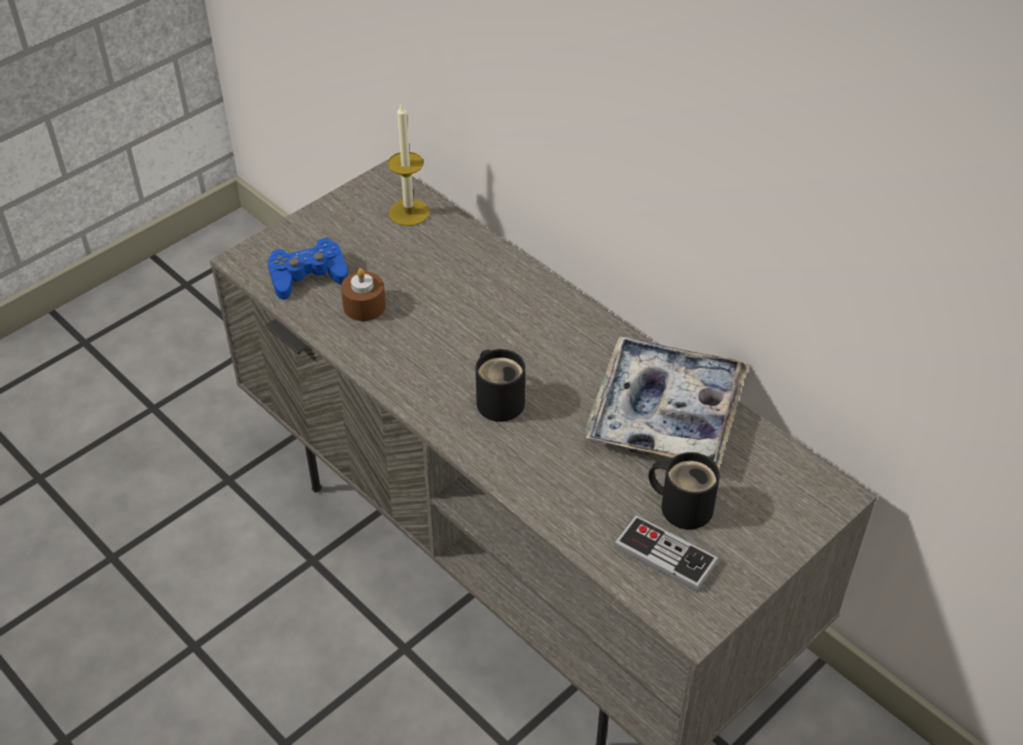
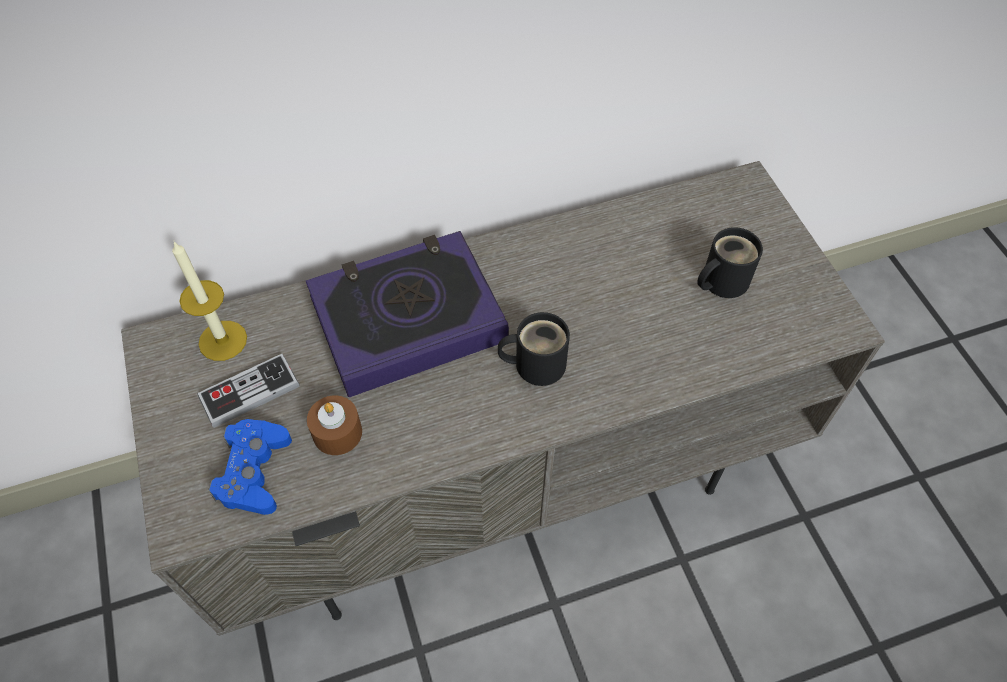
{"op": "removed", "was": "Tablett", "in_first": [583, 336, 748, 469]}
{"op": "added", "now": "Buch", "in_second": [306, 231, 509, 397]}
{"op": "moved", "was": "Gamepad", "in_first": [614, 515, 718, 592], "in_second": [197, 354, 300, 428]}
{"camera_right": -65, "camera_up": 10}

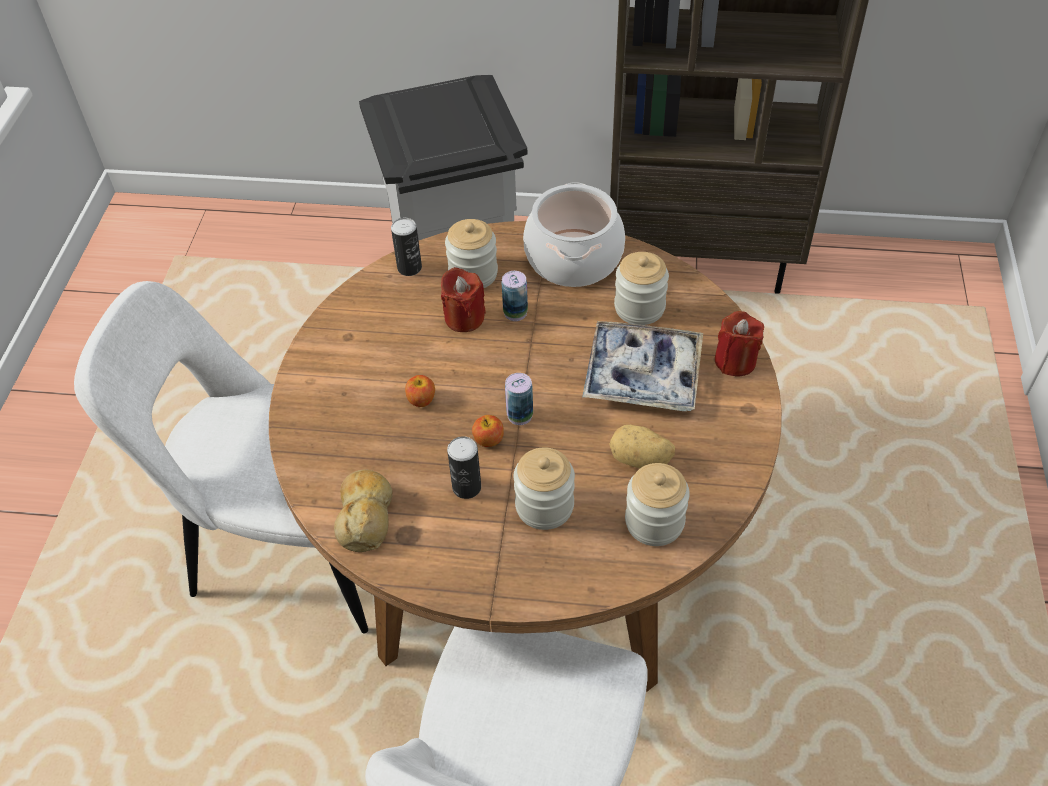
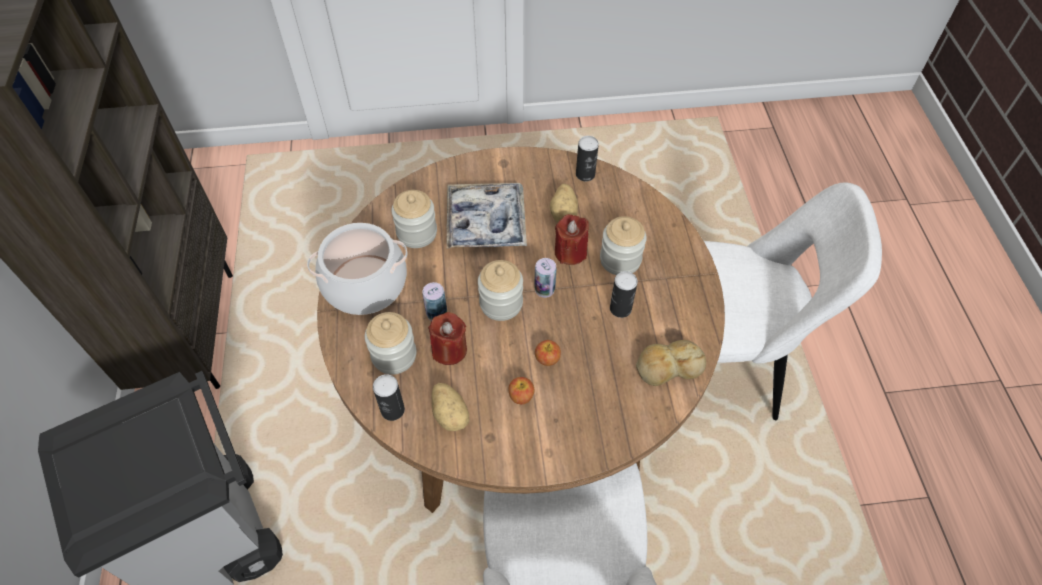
{"op": "added", "now": "Kartoffel", "in_second": [432, 383, 469, 431]}
{"op": "added", "now": "Dose", "in_second": [576, 136, 599, 181]}
{"op": "moved", "was": "Apfel", "in_first": [472, 415, 504, 447], "in_second": [508, 377, 534, 404]}
{"op": "moved", "was": "Vorratsglas", "in_first": [625, 463, 690, 546], "in_second": [478, 260, 523, 321]}
{"op": "moved", "was": "Kerze [rot]", "in_first": [715, 311, 764, 377], "in_second": [555, 214, 589, 265]}
{"camera_right": -105, "camera_up": 5}

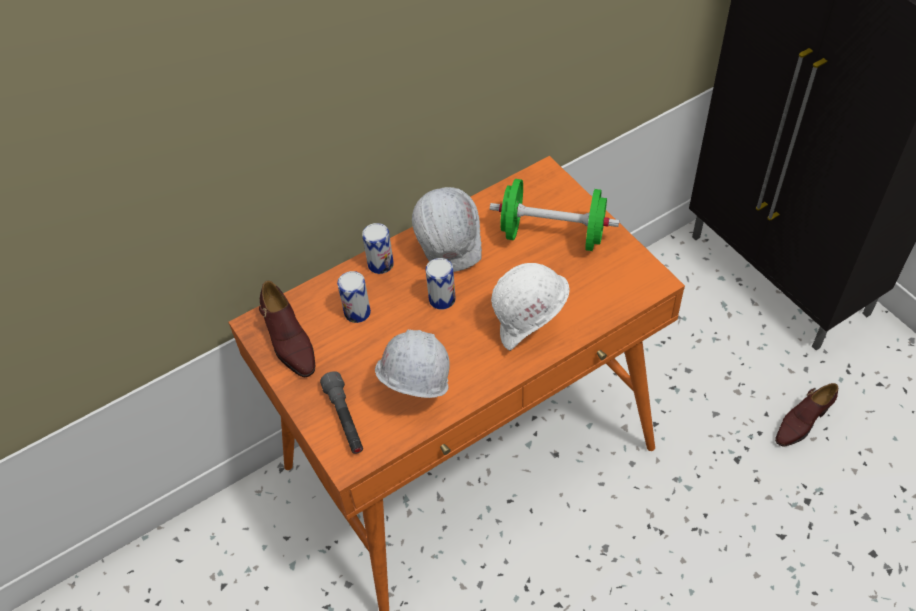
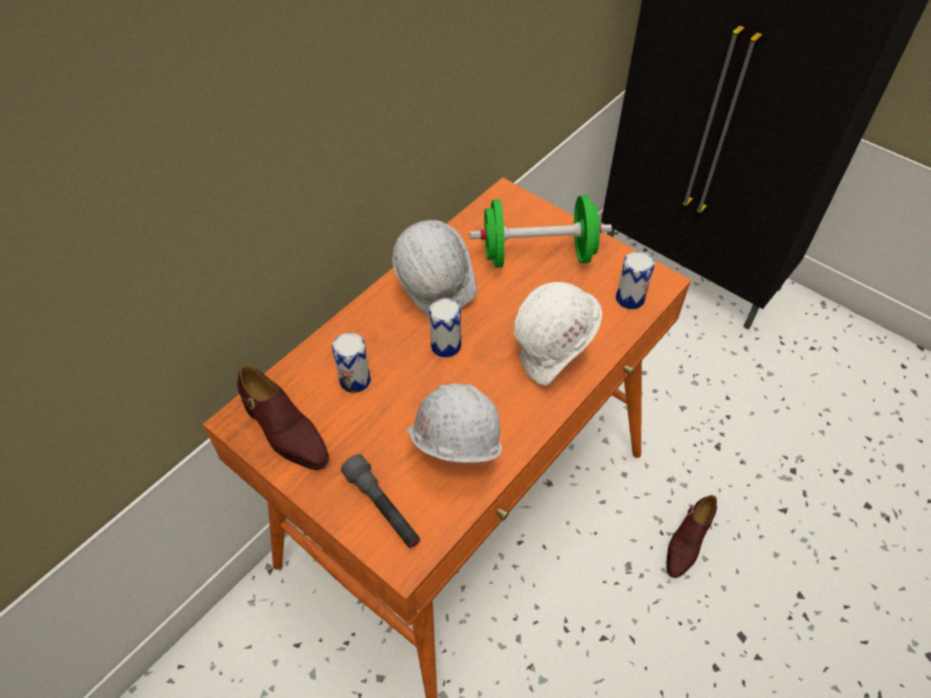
{"op": "moved", "was": "Dose", "in_first": [362, 223, 394, 274], "in_second": [616, 251, 655, 309]}
{"op": "moved", "was": "Schuh [braun]", "in_first": [775, 383, 838, 446], "in_second": [666, 495, 717, 578]}
{"camera_right": -20, "camera_up": 0}

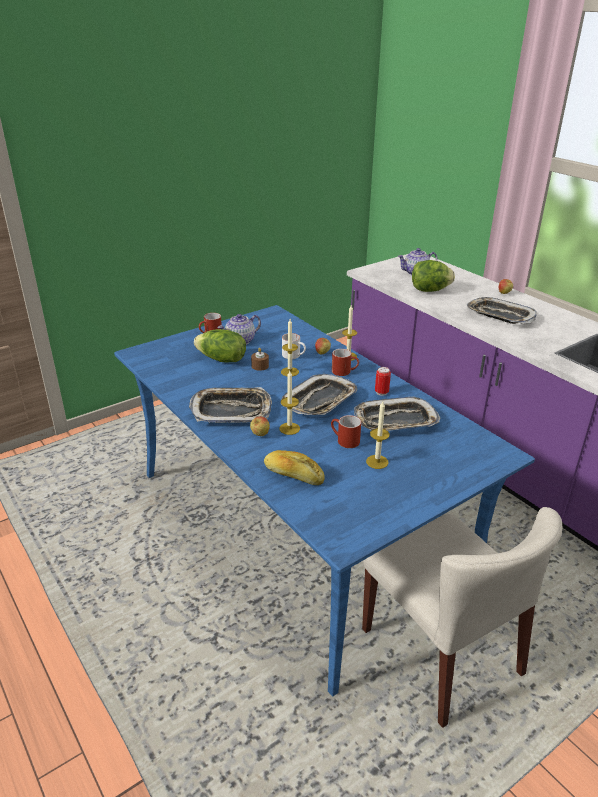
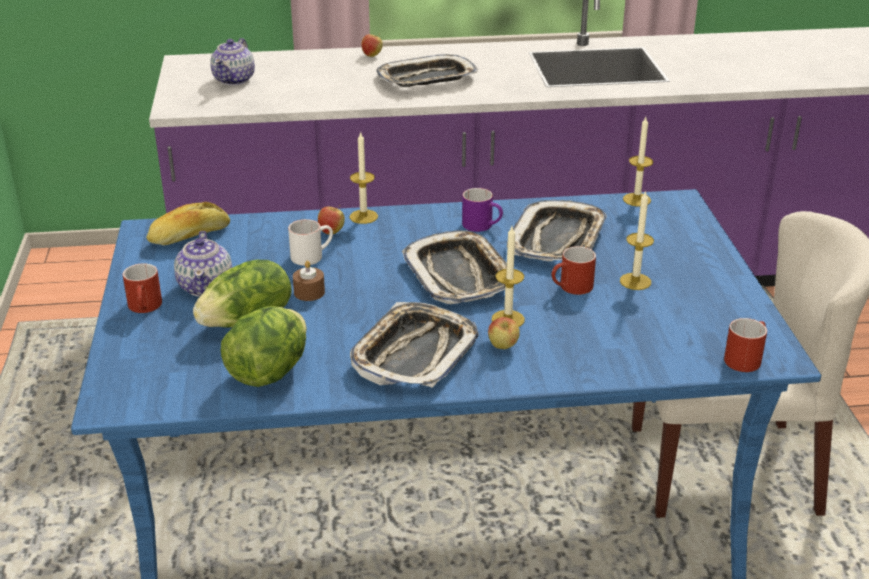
{"op": "moved", "was": "Brot", "in_first": [264, 450, 325, 485], "in_second": [146, 202, 230, 245]}
{"op": "moved", "was": "Kerze", "in_first": [281, 319, 299, 376], "in_second": [623, 117, 653, 206]}
{"op": "moved", "was": "Henkelbecher [rot]", "in_first": [332, 349, 359, 376], "in_second": [724, 318, 767, 372]}
{"op": "moved", "was": "Salatkopf", "in_first": [412, 260, 455, 292], "in_second": [221, 306, 307, 387]}
{"op": "replaced", "was": "Dose", "now": "Henkelbecher [lila]", "in_first": [375, 367, 391, 396], "in_second": [462, 188, 503, 232]}
{"camera_right": -60, "camera_up": 0}

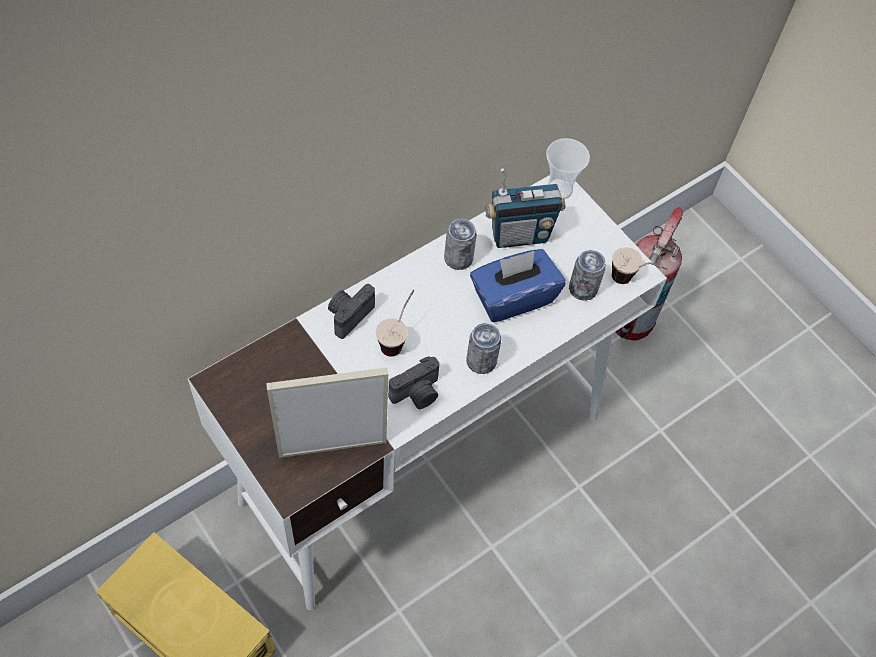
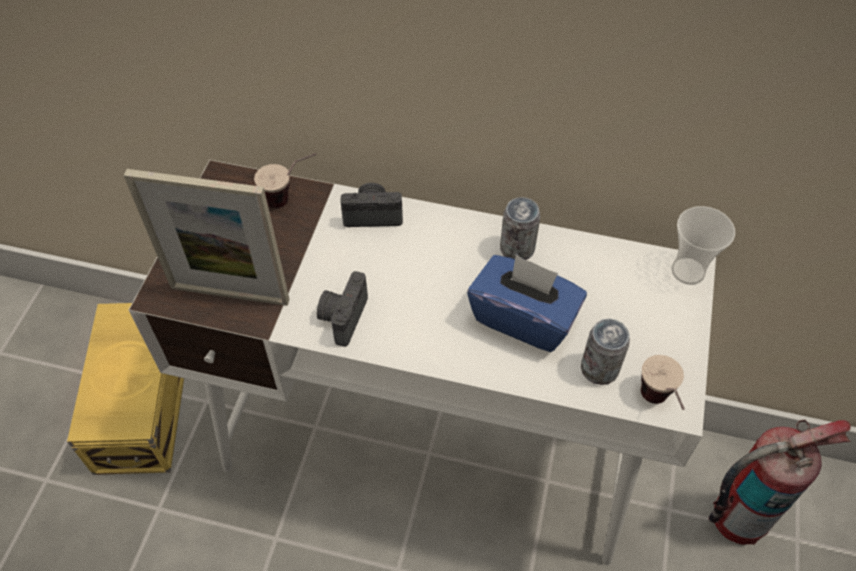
{"op": "removed", "was": "Dose", "in_first": [466, 323, 501, 374]}
{"op": "removed", "was": "Radio", "in_first": [485, 168, 565, 248]}
{"op": "moved", "was": "Tasse", "in_first": [376, 290, 415, 357], "in_second": [254, 153, 317, 208]}
{"op": "turned", "was": "Bilderrahmen", "in_first": [266, 368, 388, 458], "in_second": [123, 169, 290, 306], "clockwise": 150}
{"op": "turned", "was": "Kamera", "in_first": [388, 356, 440, 409], "in_second": [317, 271, 368, 347], "clockwise": 90}
{"camera_right": 55, "camera_up": -5}

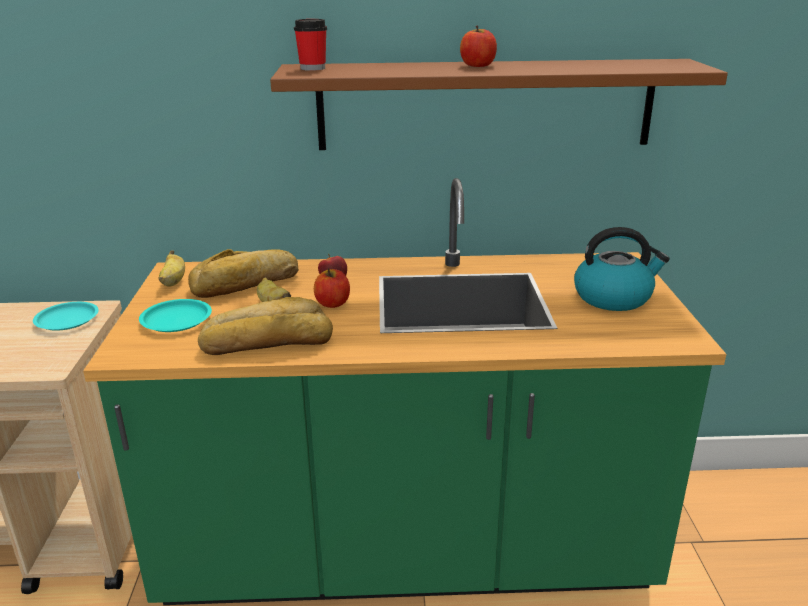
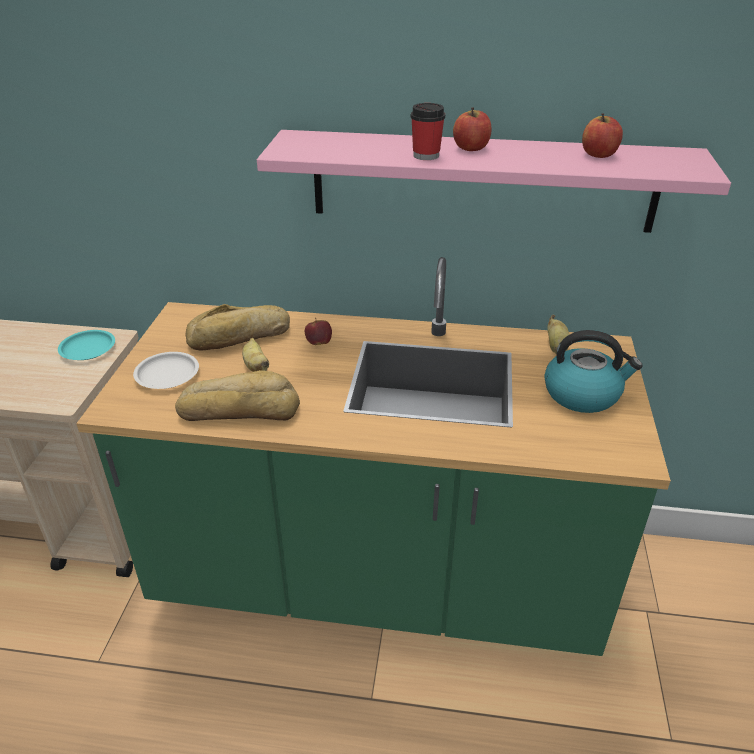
{"op": "moved", "was": "Banane", "in_first": [159, 250, 185, 287], "in_second": [547, 315, 570, 354]}
{"op": "moved", "was": "Tasse", "in_first": [294, 19, 327, 71], "in_second": [411, 103, 445, 160]}
{"op": "moved", "was": "Apfel", "in_first": [314, 268, 350, 308], "in_second": [582, 113, 623, 158]}
{"op": "recoloured", "was": "Teller [türkis]", "now": "Teller [weiß]", "in_first": [139, 299, 212, 332], "in_second": [133, 352, 199, 389]}
{"op": "recoloured", "was": "Wandregal [braun]", "now": "Wandregal [rosa]", "in_first": [270, 59, 728, 150], "in_second": [257, 130, 731, 233]}
{"camera_right": 10, "camera_up": 10}

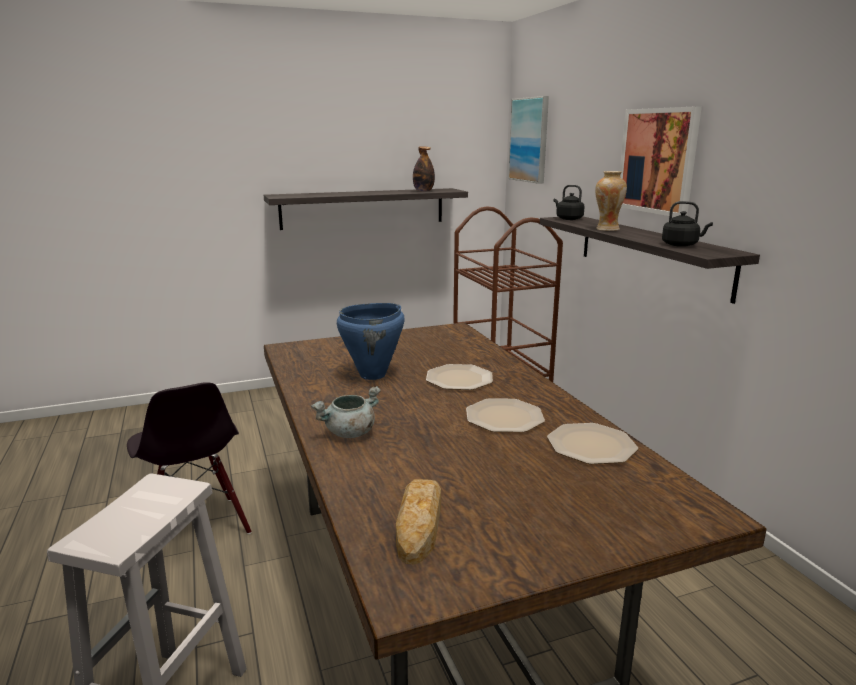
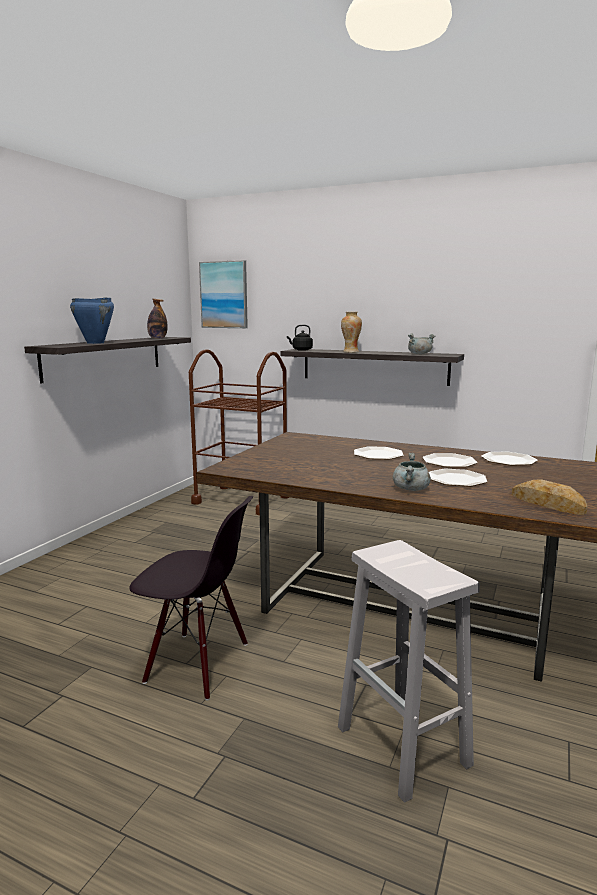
{"op": "removed", "was": "Bild", "in_first": [620, 106, 702, 217]}
{"op": "added", "now": "Teller", "in_second": [429, 469, 487, 487]}
{"op": "moved", "was": "Kochtopf [blau]", "in_first": [337, 303, 404, 380], "in_second": [70, 297, 114, 344]}
{"op": "replaced", "was": "Wasserkessel [schwarz]", "now": "Kochtopf [grau]", "in_first": [662, 201, 713, 247], "in_second": [408, 334, 435, 354]}
{"camera_right": -45, "camera_up": -5}

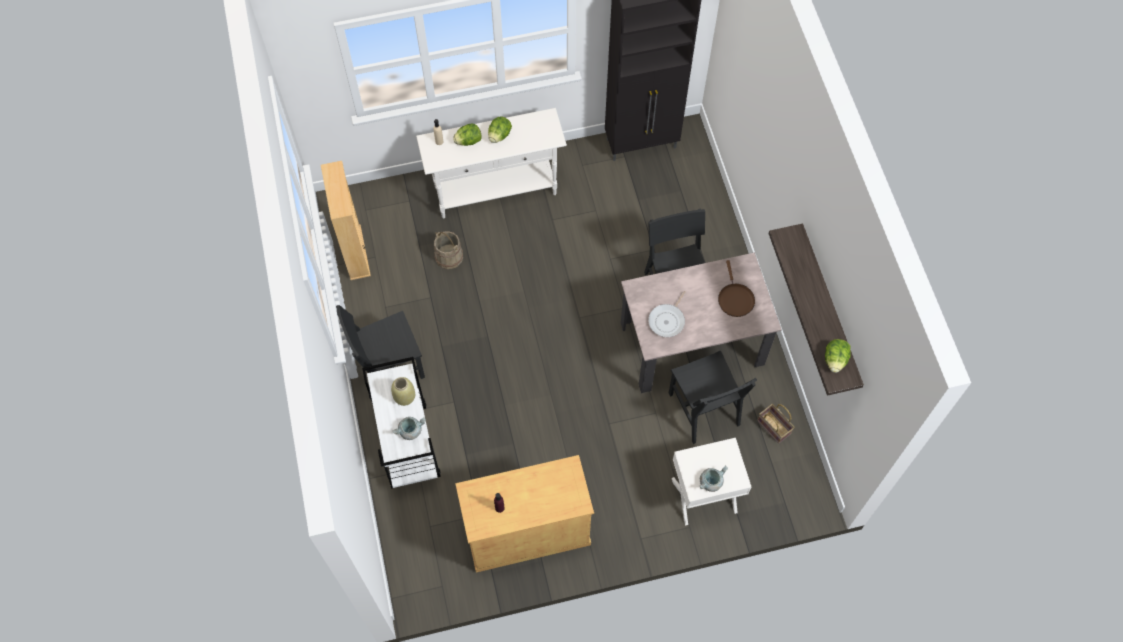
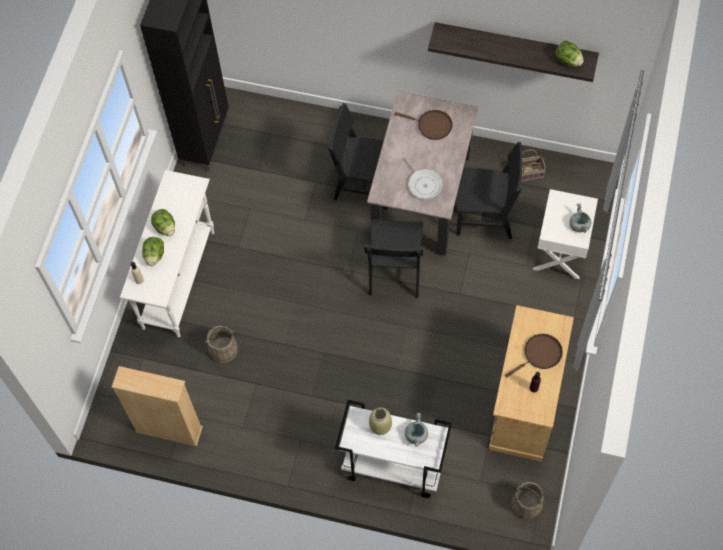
{"op": "added", "now": "Pfanne [braun]", "in_second": [505, 334, 563, 378]}
{"op": "added", "now": "Eimer [beige]", "in_second": [511, 482, 545, 520]}
{"op": "moved", "was": "Stuhl [schwarz]", "in_first": [336, 305, 425, 399], "in_second": [364, 219, 423, 298]}
{"camera_right": -60, "camera_up": 0}

